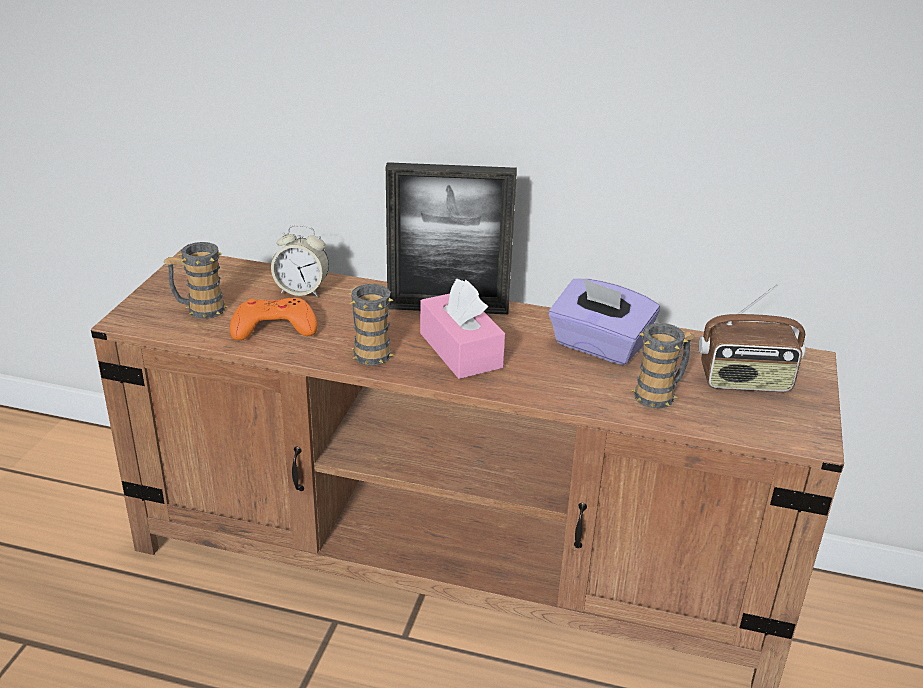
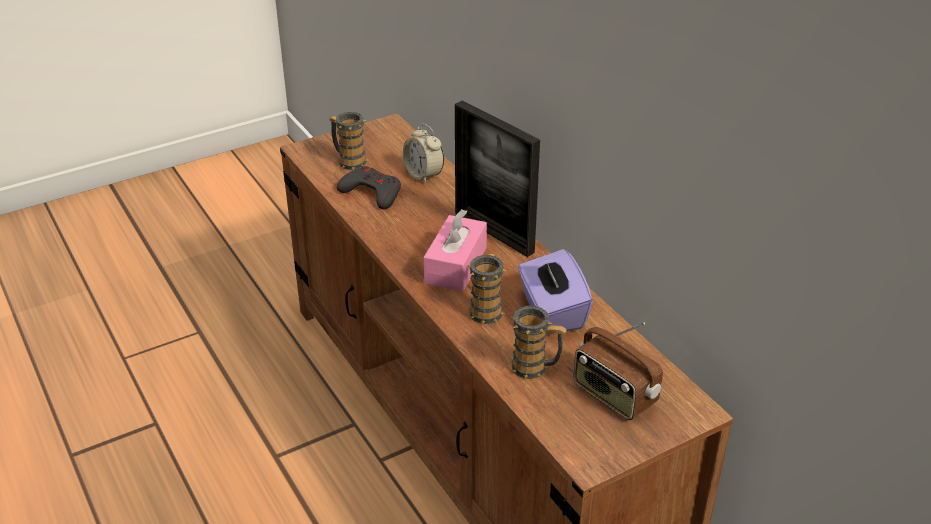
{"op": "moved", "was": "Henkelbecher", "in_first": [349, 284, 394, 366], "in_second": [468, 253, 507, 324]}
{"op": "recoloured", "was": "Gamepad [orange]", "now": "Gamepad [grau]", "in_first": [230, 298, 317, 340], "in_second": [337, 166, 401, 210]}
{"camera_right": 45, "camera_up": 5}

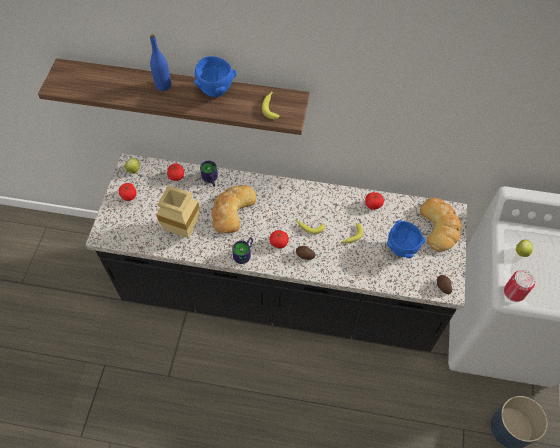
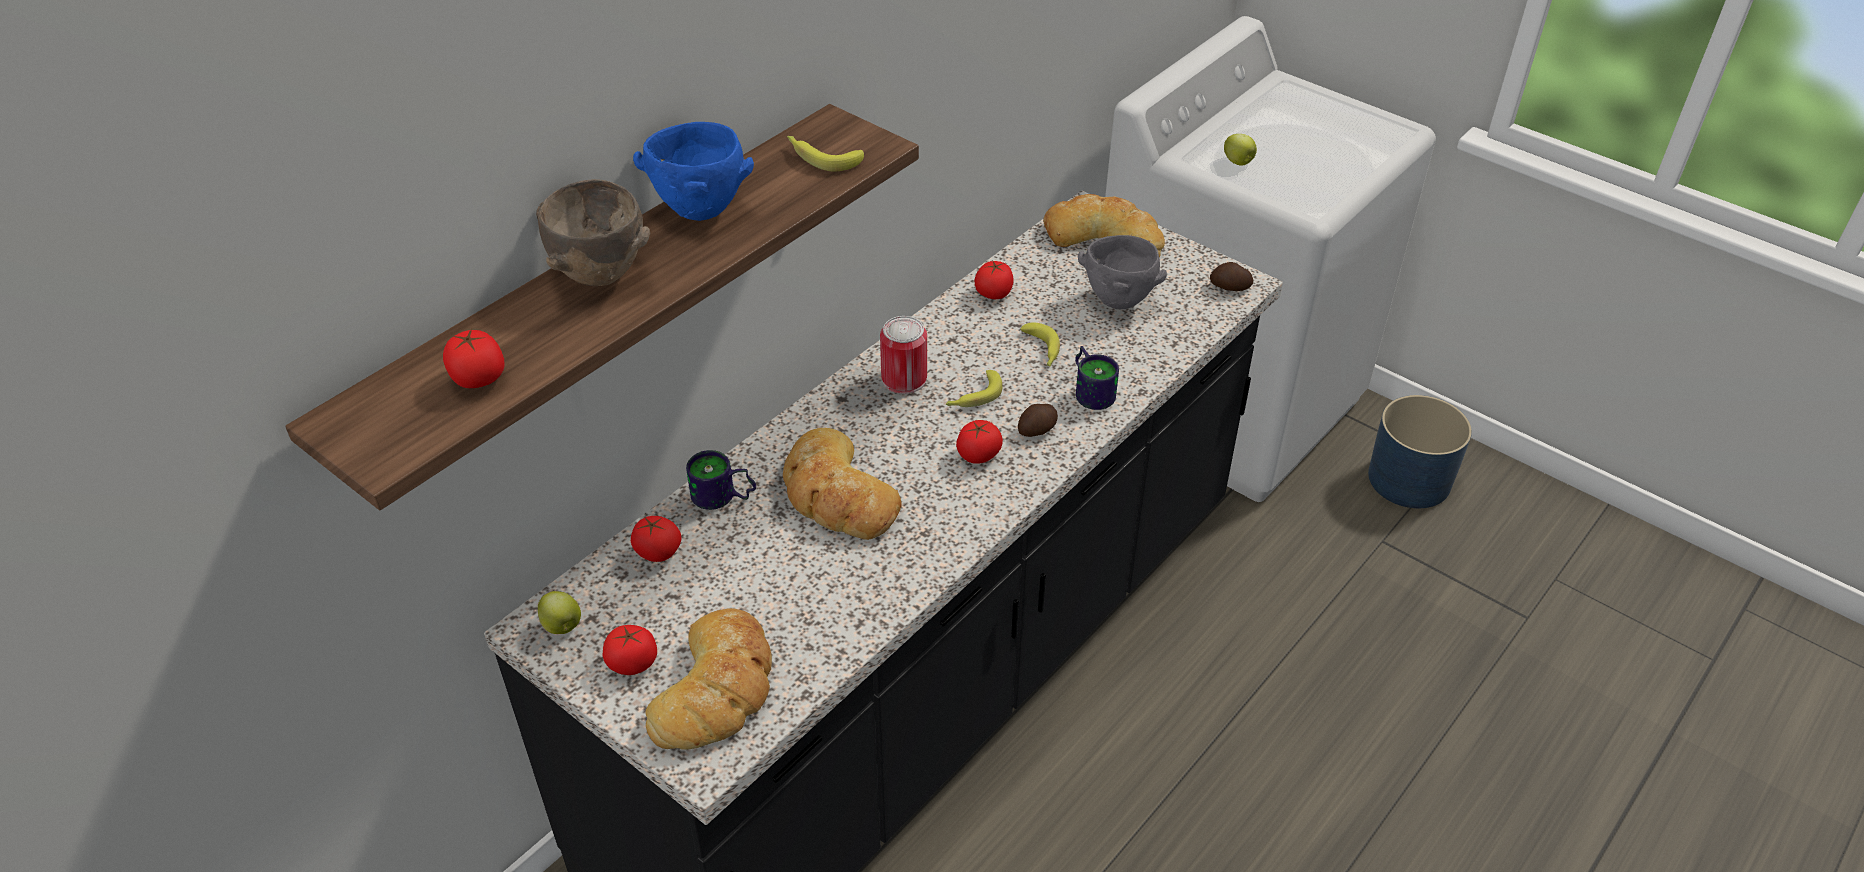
{"op": "removed", "was": "Vase [beige]", "in_first": [156, 185, 199, 238]}
{"op": "added", "now": "Tomate", "in_second": [443, 329, 504, 388]}
{"op": "added", "now": "Brot", "in_second": [645, 608, 772, 749]}
{"op": "moved", "was": "Henkelbecher", "in_first": [232, 237, 253, 264], "in_second": [1075, 346, 1119, 410]}
{"op": "moved", "was": "Dose", "in_first": [504, 270, 535, 302], "in_second": [880, 316, 927, 394]}
{"op": "replaced", "was": "Flasche [blau]", "now": "Schüssel [braun]", "in_first": [150, 34, 171, 91], "in_second": [536, 179, 650, 286]}
{"op": "recoloured", "was": "Schüssel [blau]", "now": "Schüssel [grau]", "in_first": [387, 220, 426, 258], "in_second": [1078, 235, 1167, 309]}
{"camera_right": -60, "camera_up": -15}

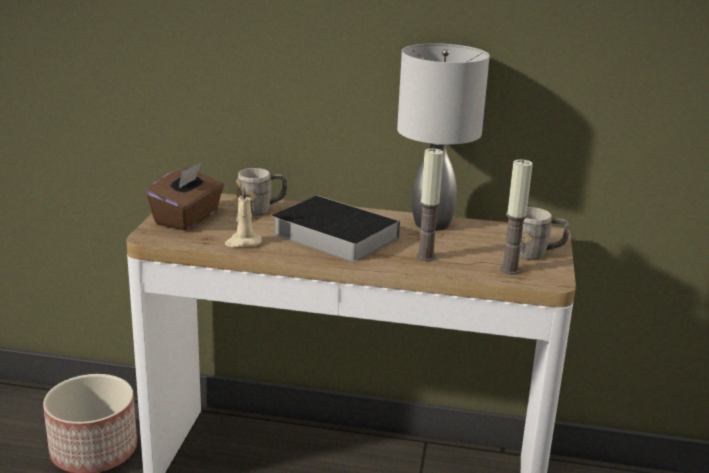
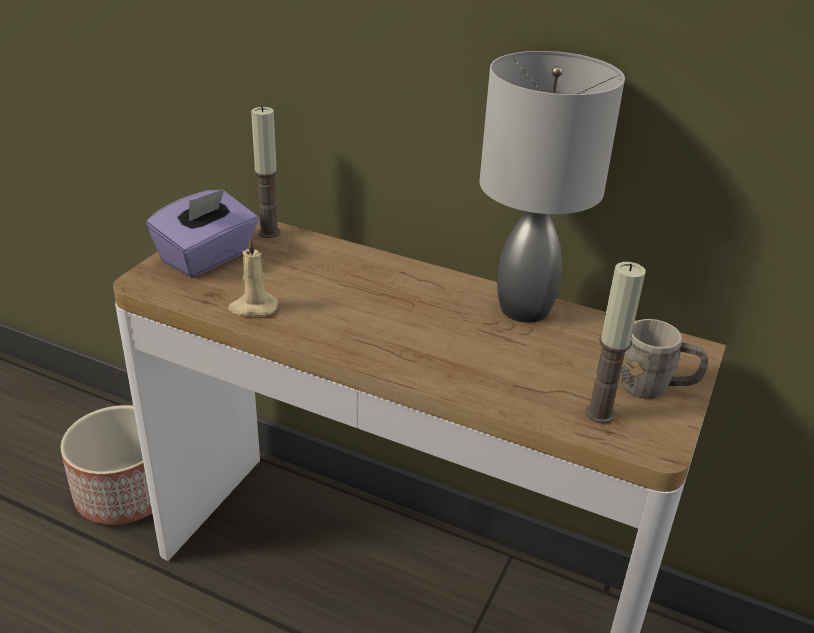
{"op": "removed", "was": "Henkelbecher [grau]", "in_first": [236, 168, 287, 216]}
{"op": "removed", "was": "Buch", "in_first": [272, 195, 400, 262]}
{"op": "moved", "was": "Kerze", "in_first": [416, 148, 443, 261], "in_second": [251, 106, 281, 238]}
{"op": "recoloured", "was": "Taschentuchbox [braun]", "now": "Taschentuchbox [lila]", "in_first": [146, 162, 224, 231], "in_second": [146, 188, 258, 278]}
{"camera_right": 15, "camera_up": 10}

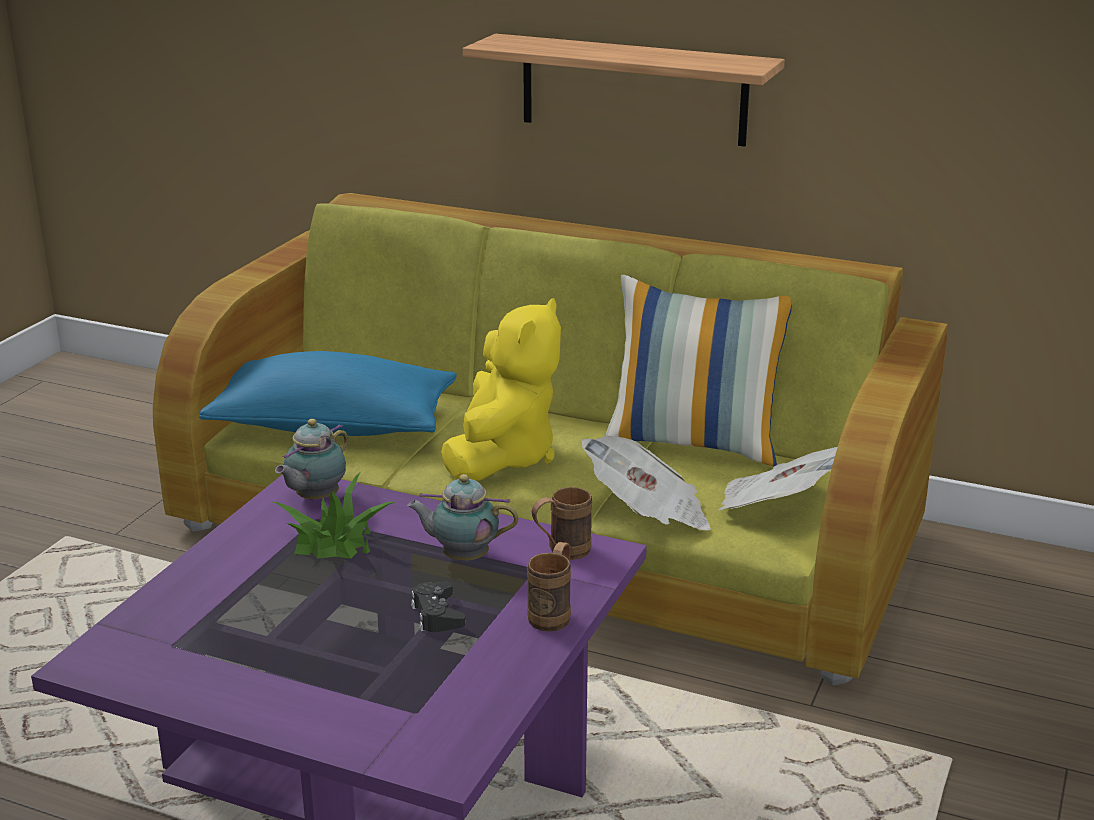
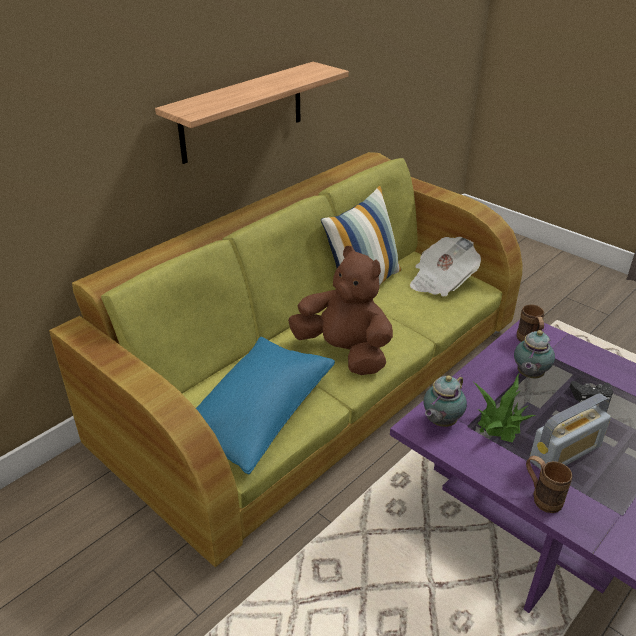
{"op": "removed", "was": "Zeitung", "in_first": [582, 436, 711, 531]}
{"op": "added", "now": "Radio", "in_second": [529, 393, 611, 470]}
{"op": "moved", "was": "Henkelbecher [braun]", "in_first": [527, 542, 571, 632], "in_second": [526, 456, 572, 513]}
{"op": "recoloured", "was": "Plüschtier [gelb]", "now": "Plüschtier [braun]", "in_first": [441, 298, 561, 481], "in_second": [288, 246, 393, 375]}
{"op": "turned", "was": "Teekanne", "in_first": [275, 419, 348, 501], "in_second": [424, 373, 467, 427], "clockwise": 75}
{"camera_right": -70, "camera_up": 10}

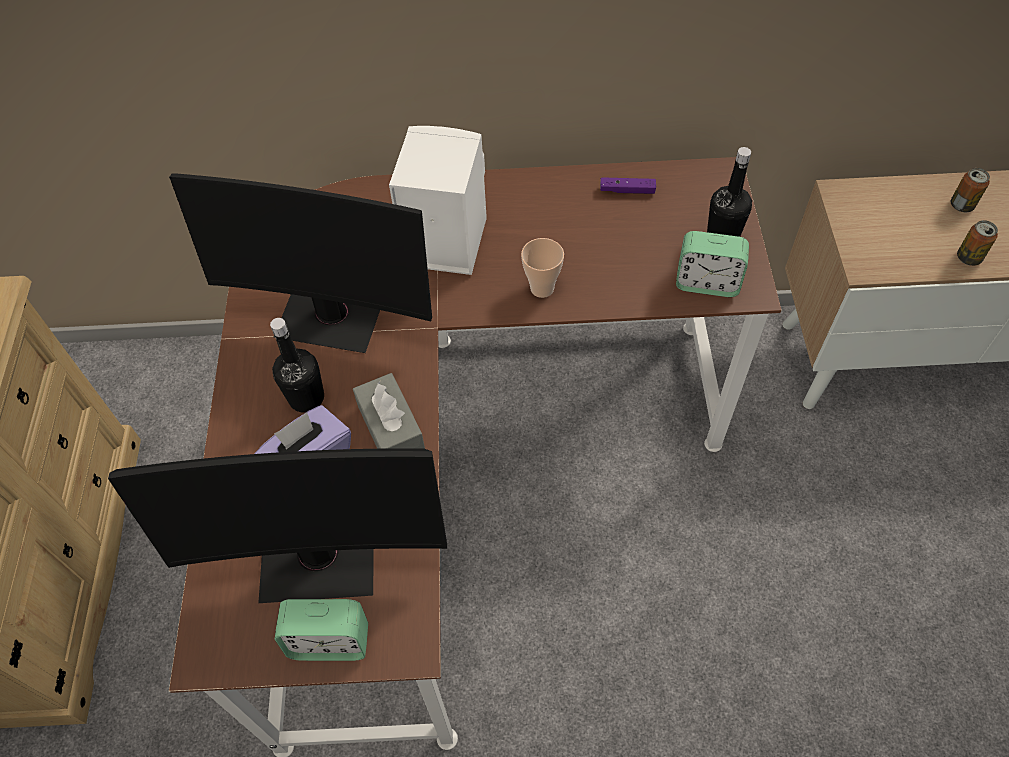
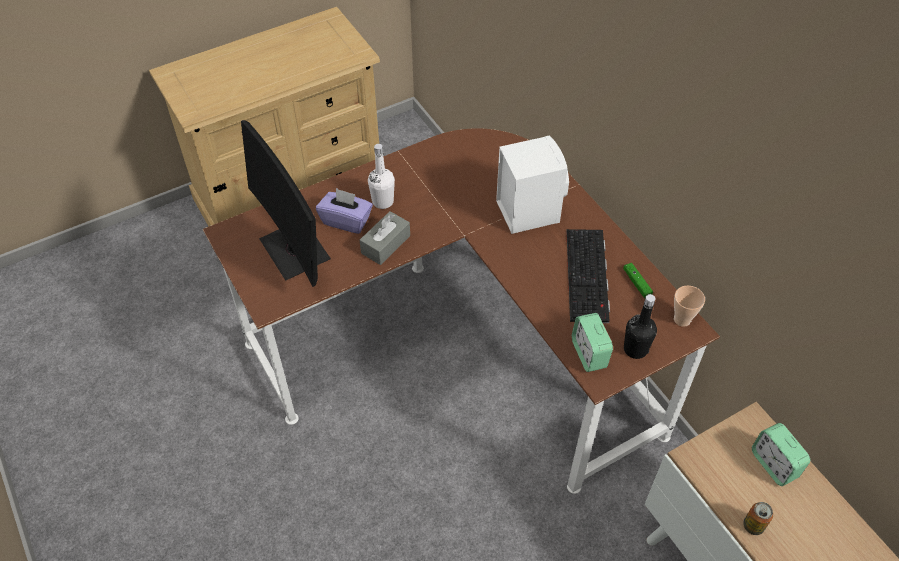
{"op": "removed", "was": "Monitor", "in_first": [169, 173, 432, 353]}
{"op": "removed", "was": "Dose", "in_first": [951, 168, 990, 212]}
{"op": "added", "now": "Tastatur", "in_second": [566, 229, 610, 323]}
{"op": "moved", "was": "Wecker", "in_first": [275, 599, 368, 661], "in_second": [752, 423, 810, 486]}
{"op": "moved", "was": "Tasse", "in_first": [521, 238, 564, 298], "in_second": [674, 286, 705, 327]}
{"op": "recoloured", "was": "Flasche [schwarz]", "now": "Flasche [weiß]", "in_first": [270, 318, 324, 413], "in_second": [368, 144, 395, 209]}
{"op": "recoloured", "was": "Gamepad [lila]", "now": "Gamepad [grün]", "in_first": [600, 177, 656, 194], "in_second": [623, 263, 653, 298]}
{"camera_right": 60, "camera_up": -5}

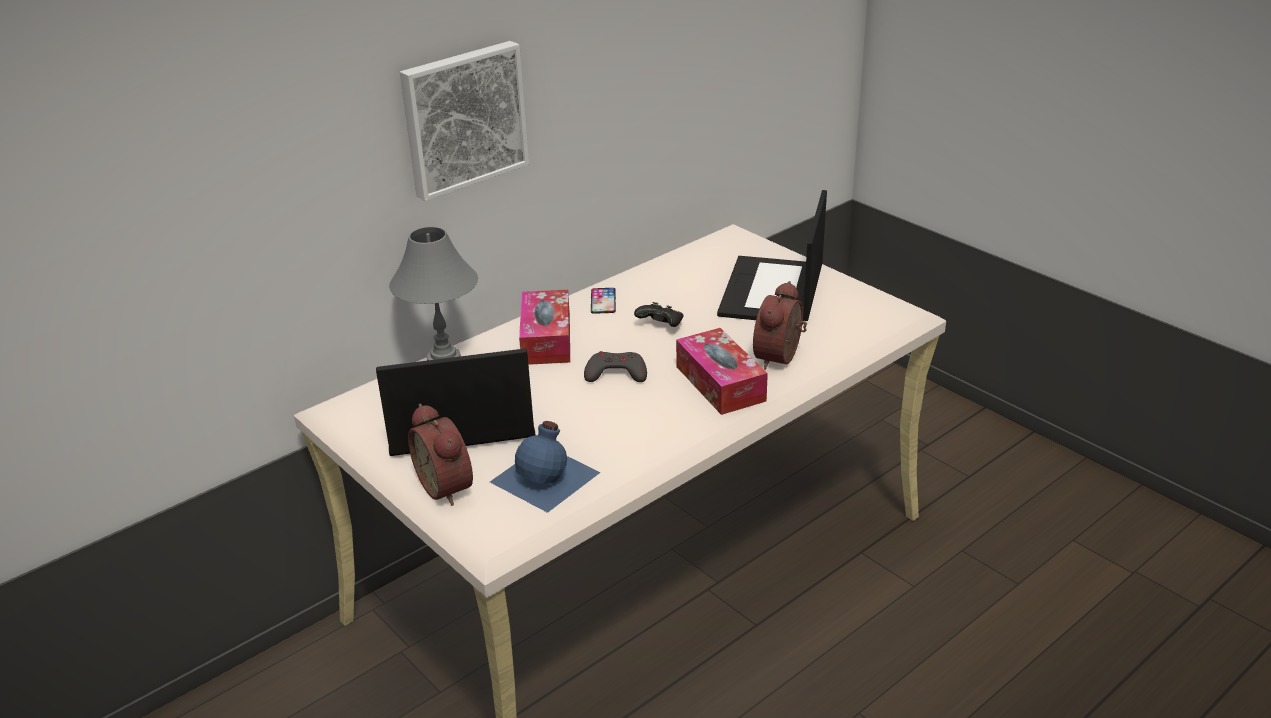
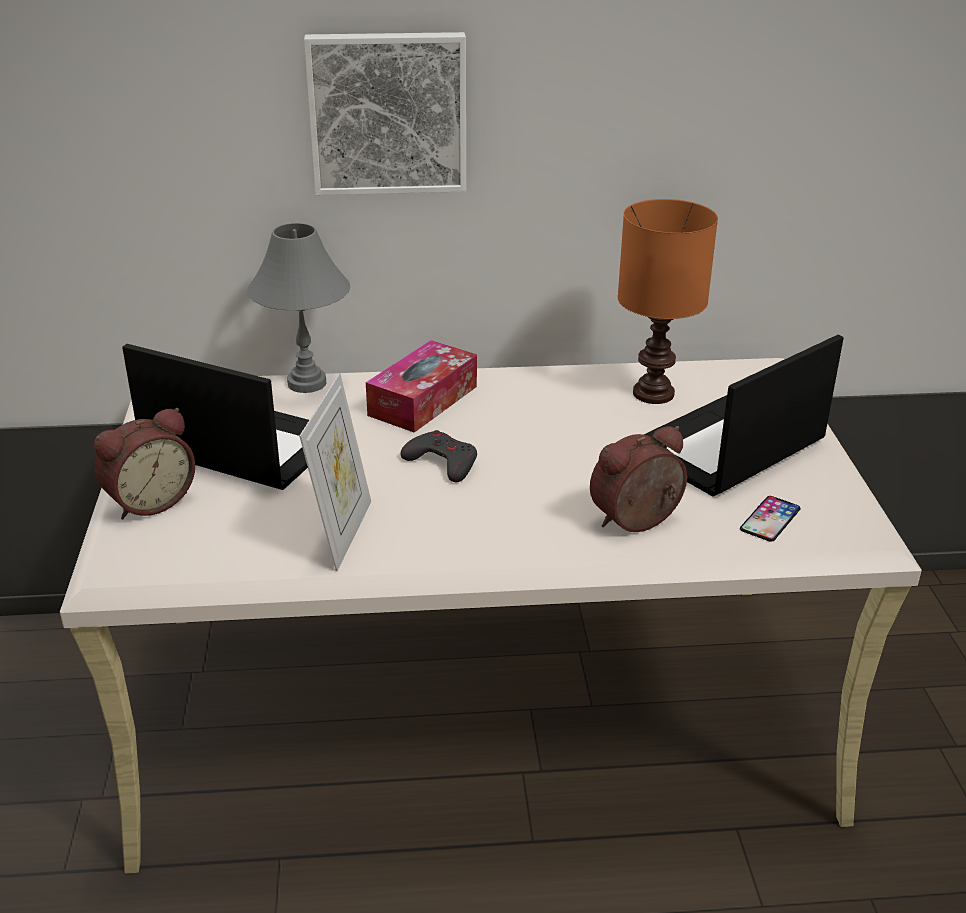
{"op": "removed", "was": "Flasche [blau]", "in_first": [490, 421, 601, 513]}
{"op": "removed", "was": "Gamepad [schwarz]", "in_first": [634, 302, 683, 327]}
{"op": "removed", "was": "Taschentuchbox", "in_first": [676, 328, 768, 415]}
{"op": "added", "now": "Bilderrahmen", "in_second": [299, 373, 371, 571]}
{"op": "added", "now": "Tischlampe [orange]", "in_second": [618, 199, 718, 404]}
{"op": "moved", "was": "Handy", "in_first": [591, 288, 616, 314], "in_second": [740, 496, 801, 542]}
{"op": "turned", "was": "Wecker", "in_first": [408, 404, 473, 506], "in_second": [94, 408, 195, 519], "clockwise": -135}
{"camera_right": 35, "camera_up": 0}

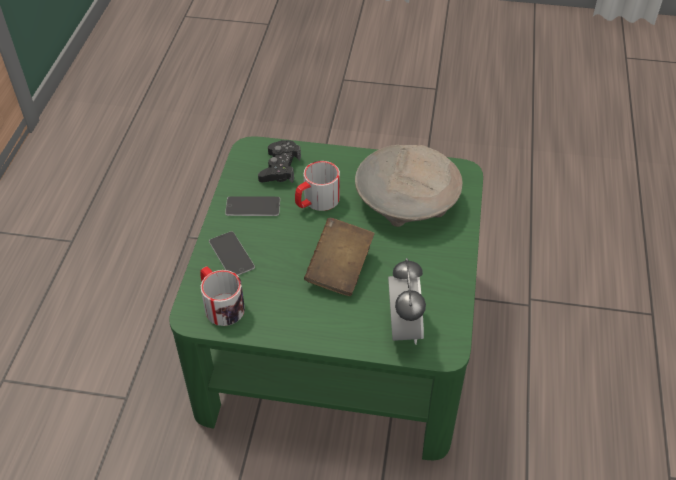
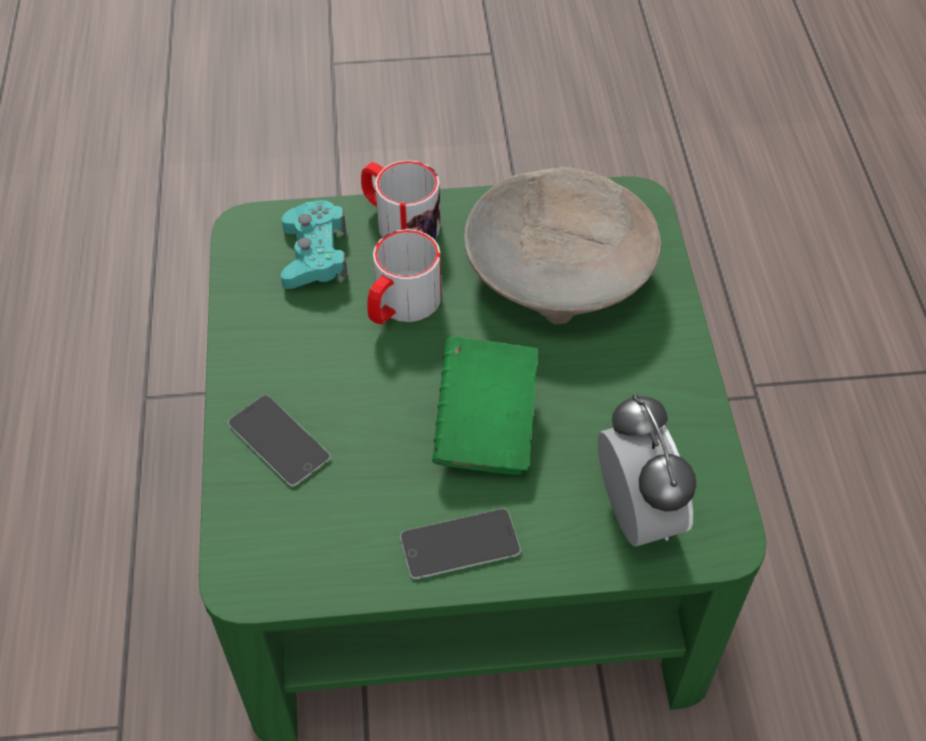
{"op": "moved", "was": "Henkelbecher", "in_first": [200, 267, 245, 326], "in_second": [361, 160, 440, 240]}
{"op": "moved", "was": "Handy", "in_first": [225, 196, 280, 216], "in_second": [400, 509, 521, 579]}
{"op": "recoloured", "was": "Gamepad [schwarz]", "now": "Gamepad [türkis]", "in_first": [258, 140, 301, 183], "in_second": [281, 200, 347, 289]}
{"op": "recoloured", "was": "Buch [braun]", "now": "Buch [grün]", "in_first": [304, 218, 375, 296], "in_second": [432, 337, 538, 475]}
{"camera_right": -15, "camera_up": 5}

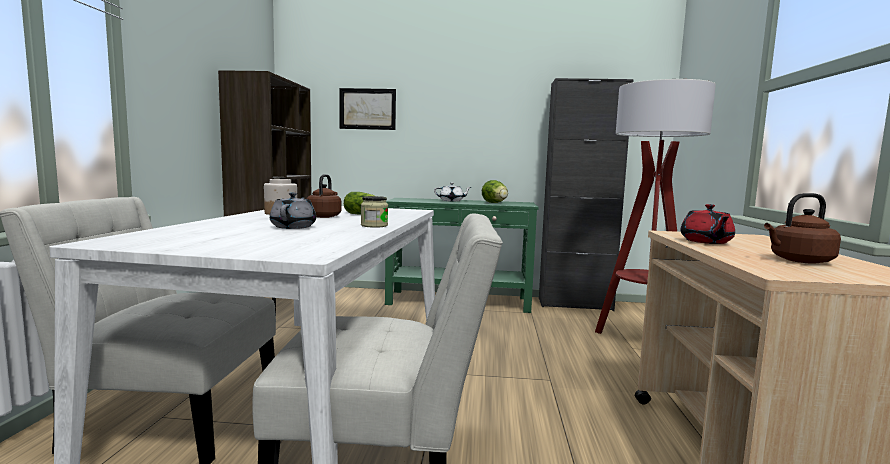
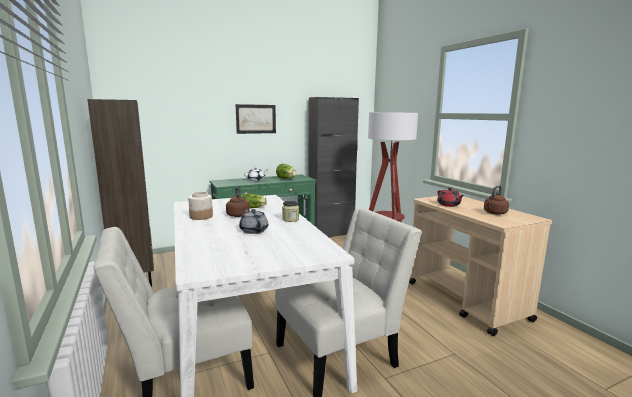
{"op": "moved", "was": "Bild", "in_first": [339, 88, 396, 130], "in_second": [236, 104, 276, 134]}
{"camera_right": -30, "camera_up": 5}

